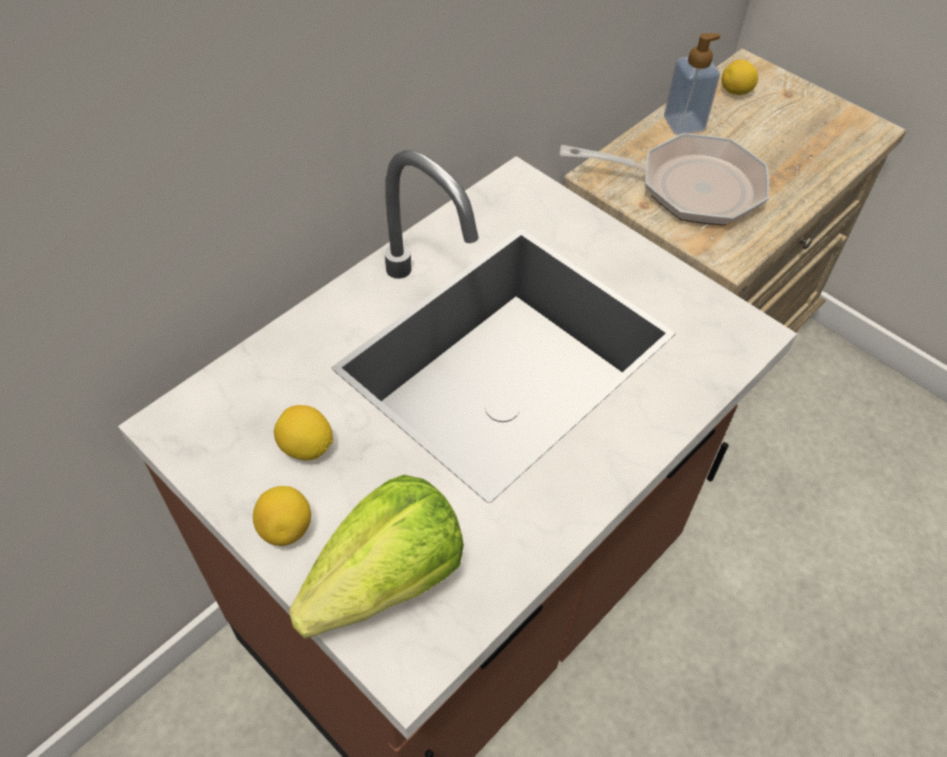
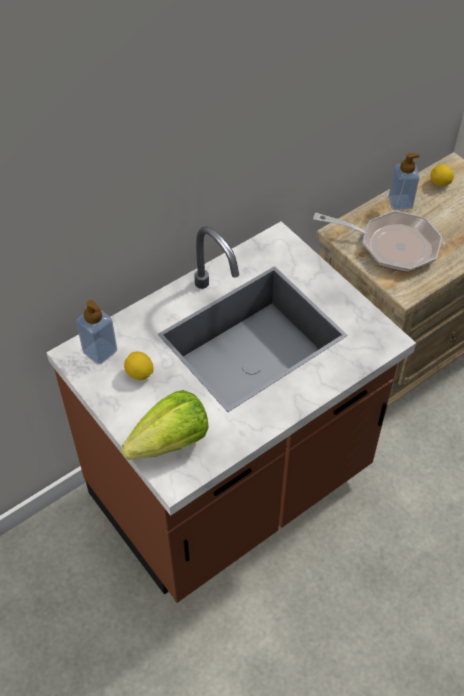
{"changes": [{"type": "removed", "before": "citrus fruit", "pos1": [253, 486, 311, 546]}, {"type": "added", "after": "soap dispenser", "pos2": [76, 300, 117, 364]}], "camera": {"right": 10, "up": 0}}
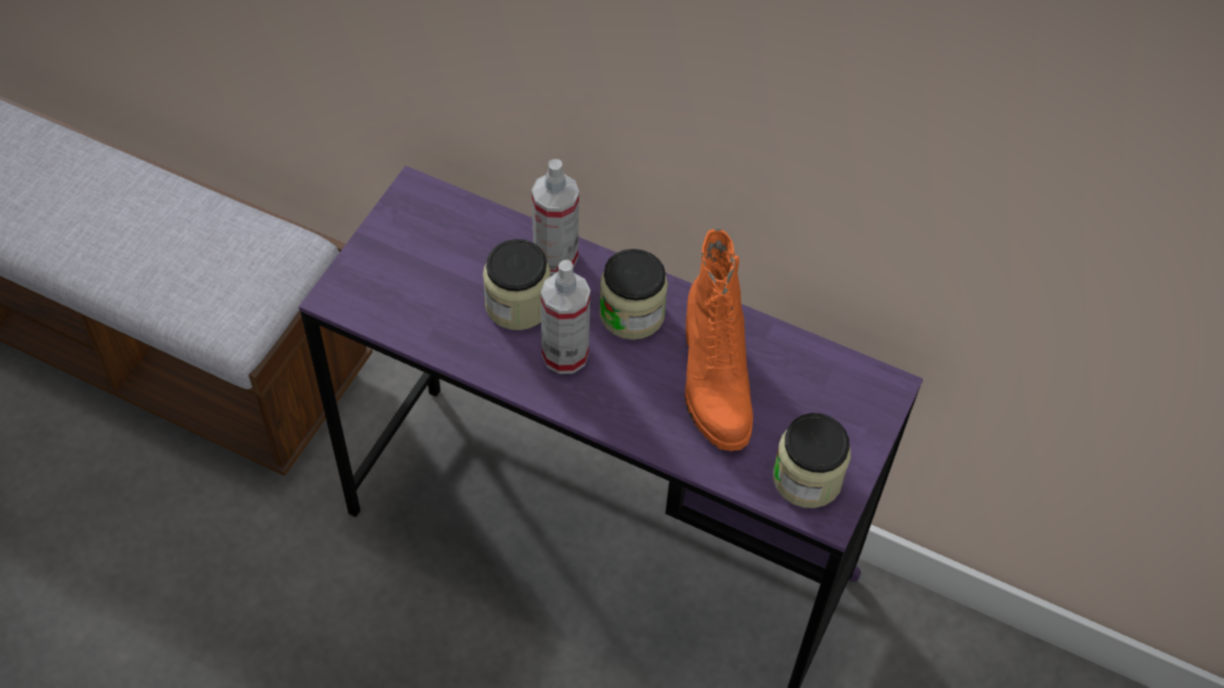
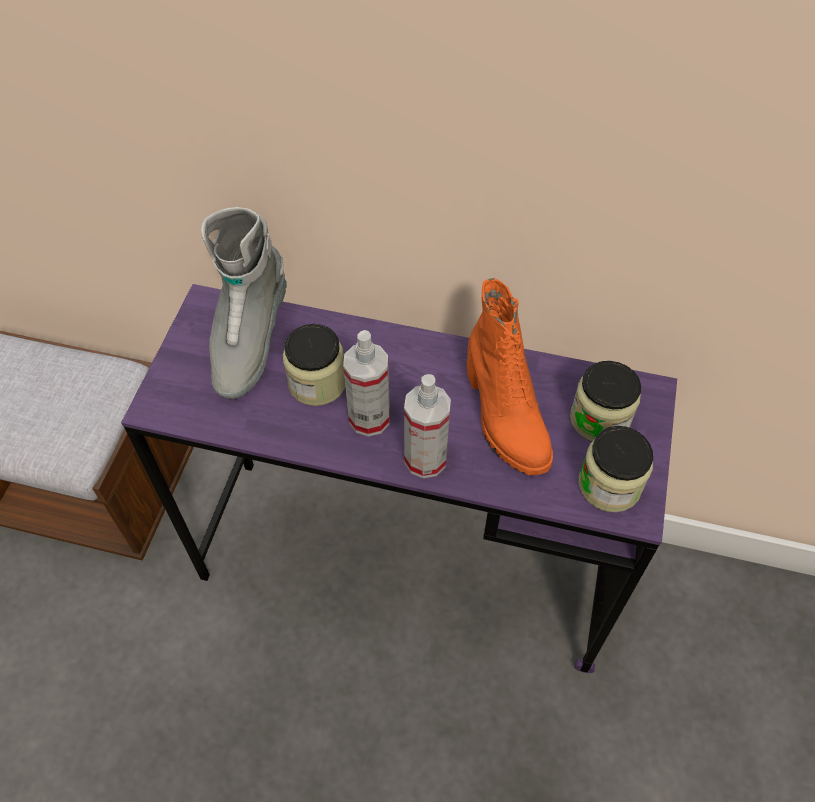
{"changes": [{"type": "moved", "before": "sprayer", "pos1": [532, 159, 579, 275], "pos2": [404, 374, 451, 478]}, {"type": "moved", "before": "storage jar", "pos1": [599, 249, 668, 340], "pos2": [570, 361, 641, 442]}, {"type": "added", "after": "gray high-top boot", "pos2": [201, 207, 287, 399]}], "camera": {"right": -10, "up": 0}}
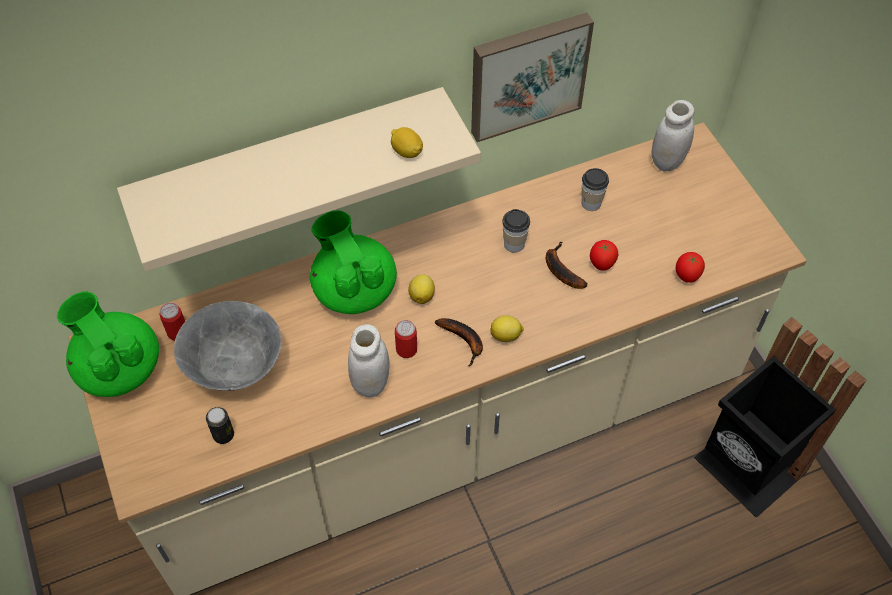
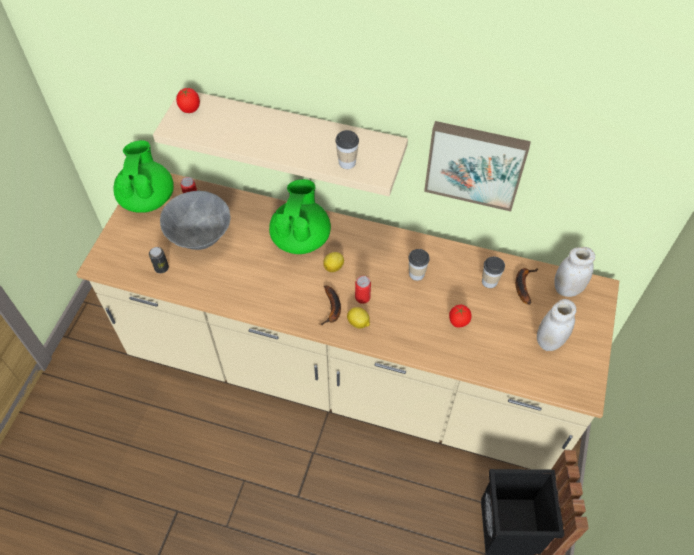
{"changes": [{"type": "replaced", "before": "citrus fruit", "after": "small cup", "pos1": [391, 127, 423, 158], "pos2": [335, 130, 359, 169]}, {"type": "moved", "before": "banana fruit", "pos1": [546, 241, 588, 289], "pos2": [515, 268, 538, 305]}, {"type": "moved", "before": "whole tomato", "pos1": [676, 252, 705, 283], "pos2": [176, 88, 200, 113]}, {"type": "moved", "before": "can", "pos1": [395, 320, 417, 358], "pos2": [355, 276, 371, 304]}, {"type": "moved", "before": "white storage jar", "pos1": [348, 324, 389, 398], "pos2": [537, 299, 576, 351]}], "camera": {"right": 40, "up": 0}}
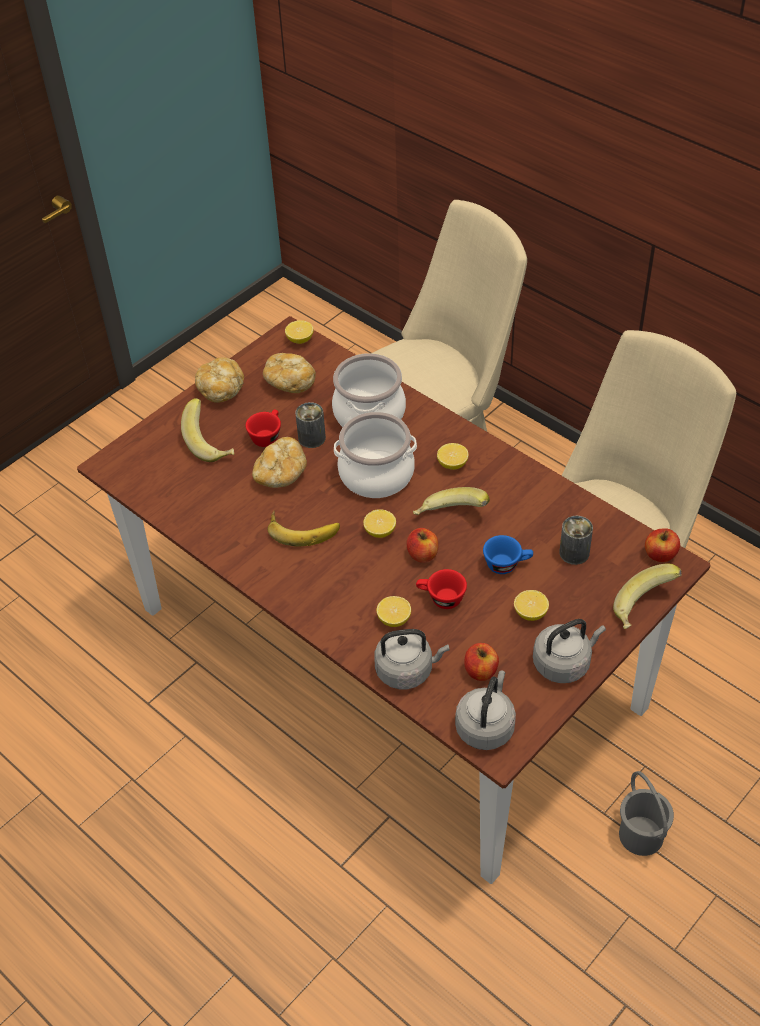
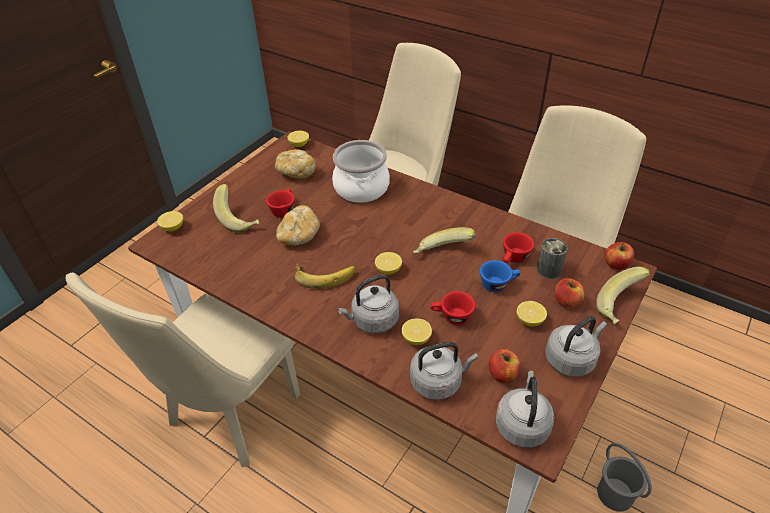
{"changes": [{"type": "removed", "before": "bakery bread", "pos1": [195, 357, 244, 403]}, {"type": "removed", "before": "can", "pos1": [295, 402, 326, 448]}, {"type": "removed", "before": "cooking pot", "pos1": [334, 412, 417, 498]}, {"type": "moved", "before": "citrus fruit", "pos1": [437, 443, 469, 470], "pos2": [157, 211, 183, 232]}, {"type": "moved", "before": "apple", "pos1": [406, 528, 439, 563], "pos2": [554, 278, 584, 308]}, {"type": "added", "after": "red small cup", "pos2": [503, 232, 534, 263]}, {"type": "added", "after": "beige plain chair", "pos2": [66, 273, 300, 467]}, {"type": "added", "after": "gray tea kettle", "pos2": [338, 274, 399, 333]}], "camera": {"right": -10, "up": -5}}
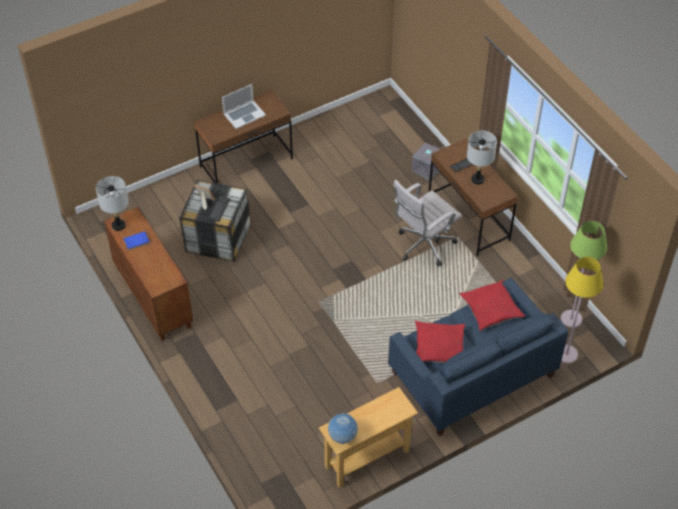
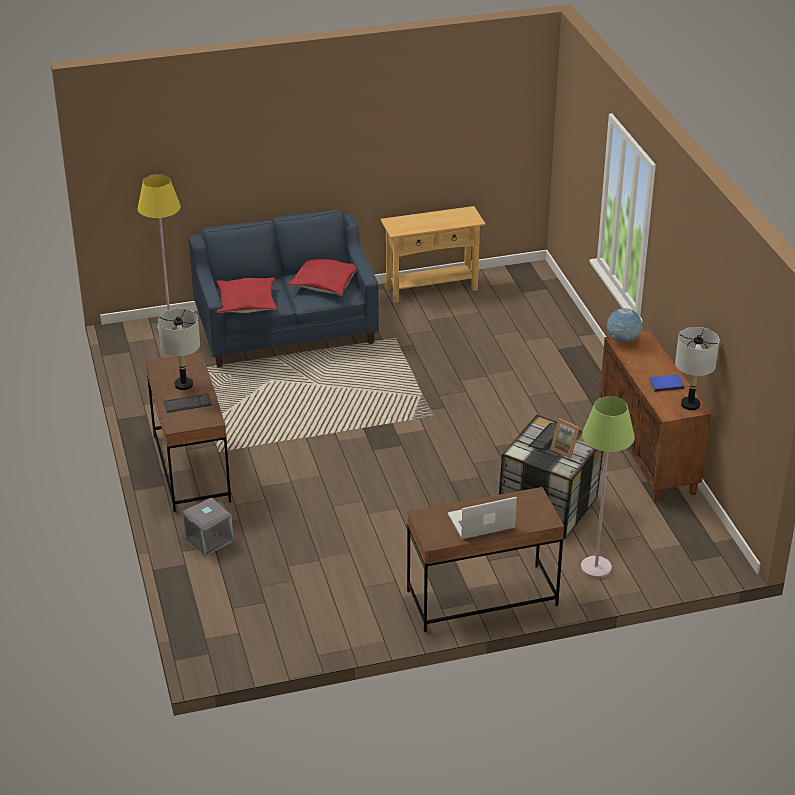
{"changes": [{"type": "removed", "before": "white desk chair", "pos1": [393, 180, 462, 267]}, {"type": "moved", "before": "green standard lamp", "pos1": [561, 221, 607, 328], "pos2": [581, 396, 635, 578]}, {"type": "moved", "before": "desk globe", "pos1": [328, 413, 358, 444], "pos2": [607, 308, 642, 343]}], "camera": {"right": -165, "up": -15}}
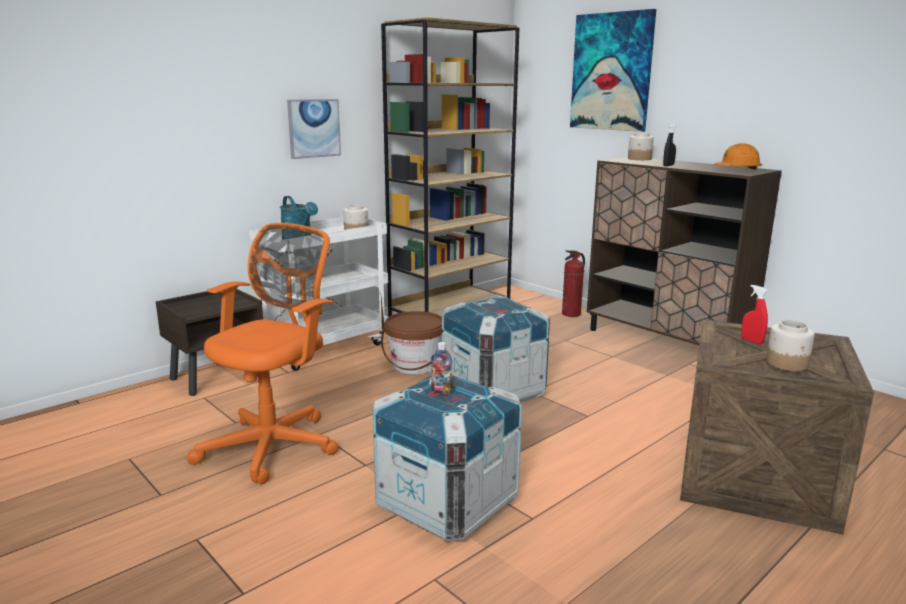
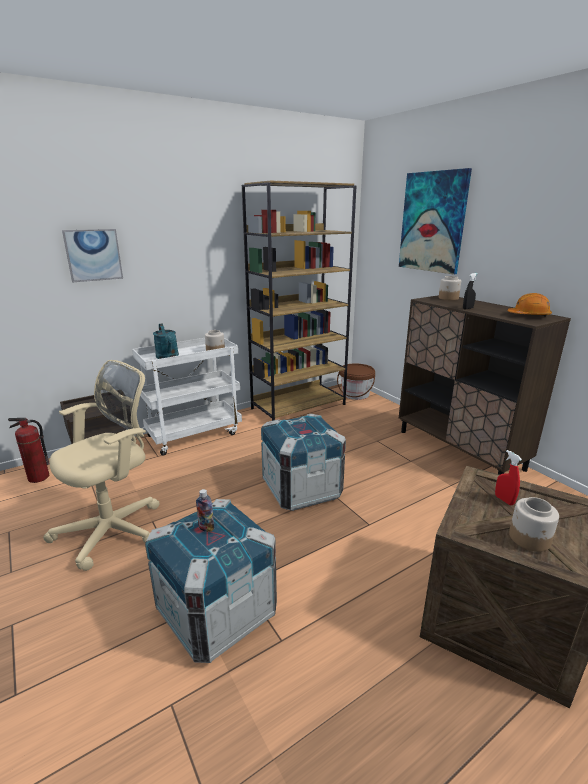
{"changes": [{"type": "moved", "before": "wall picture", "pos1": [287, 99, 341, 159], "pos2": [62, 229, 123, 282]}, {"type": "recoloured", "before": "orangey desk chair", "after": "beige desk chair", "pos1": [186, 223, 339, 484], "pos2": [43, 360, 159, 571]}, {"type": "moved", "before": "fire extinguisher", "pos1": [562, 250, 585, 317], "pos2": [8, 418, 49, 483]}, {"type": "moved", "before": "brownish pail", "pos1": [381, 311, 443, 374], "pos2": [337, 363, 375, 400]}], "camera": {"right": 10, "up": 5}}
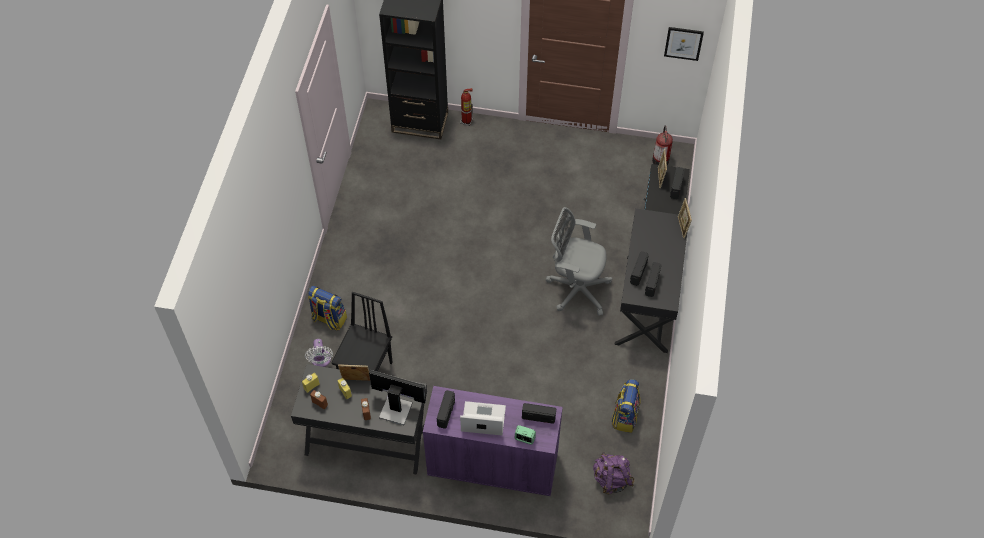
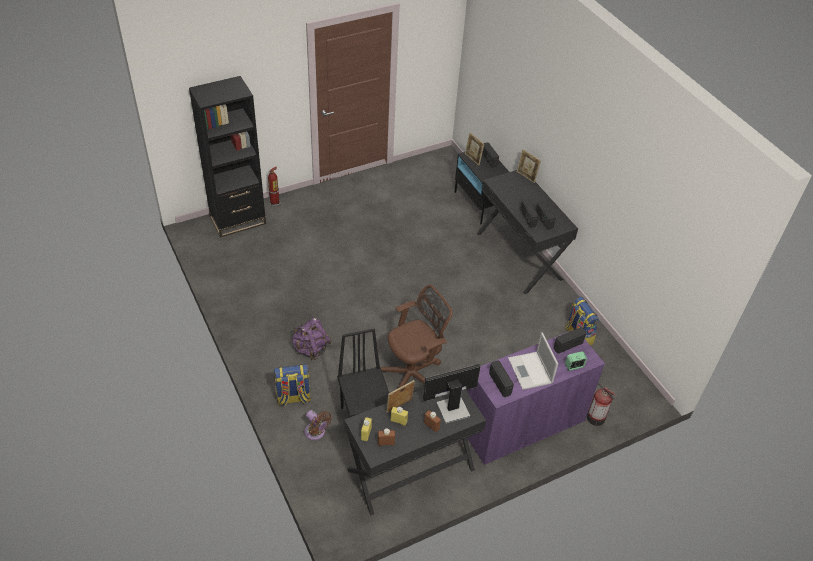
{"changes": [{"type": "removed", "before": "wall picture", "pos1": [664, 27, 704, 61]}, {"type": "moved", "before": "fire extinguisher", "pos1": [652, 125, 673, 165], "pos2": [587, 383, 616, 426]}, {"type": "removed", "before": "gray desk chair", "pos1": [546, 207, 612, 316]}, {"type": "recoloured", "before": "white electric fan", "after": "brownish electric fan", "pos1": [305, 339, 333, 367], "pos2": [304, 410, 332, 440]}, {"type": "turned", "before": "notebook computer", "pos1": [460, 401, 506, 436], "pos2": [508, 332, 558, 390], "turn": -75}, {"type": "moved", "before": "purplish backpack", "pos1": [593, 452, 635, 494], "pos2": [291, 318, 331, 361]}, {"type": "added", "after": "brownish desk chair", "pos2": [375, 285, 453, 388]}], "camera": {"right": -40, "up": -10}}
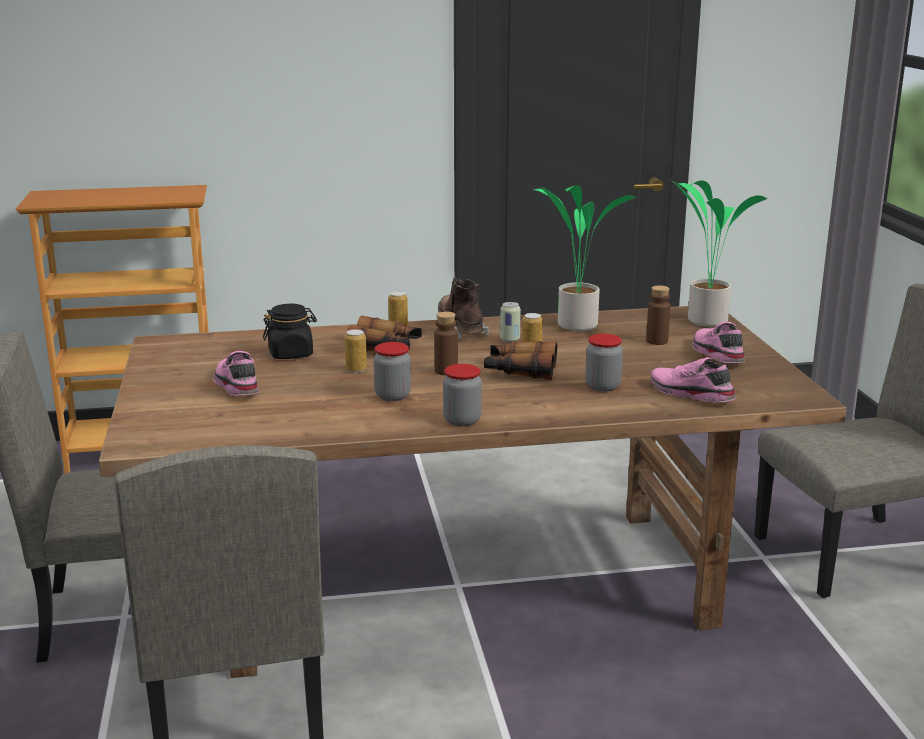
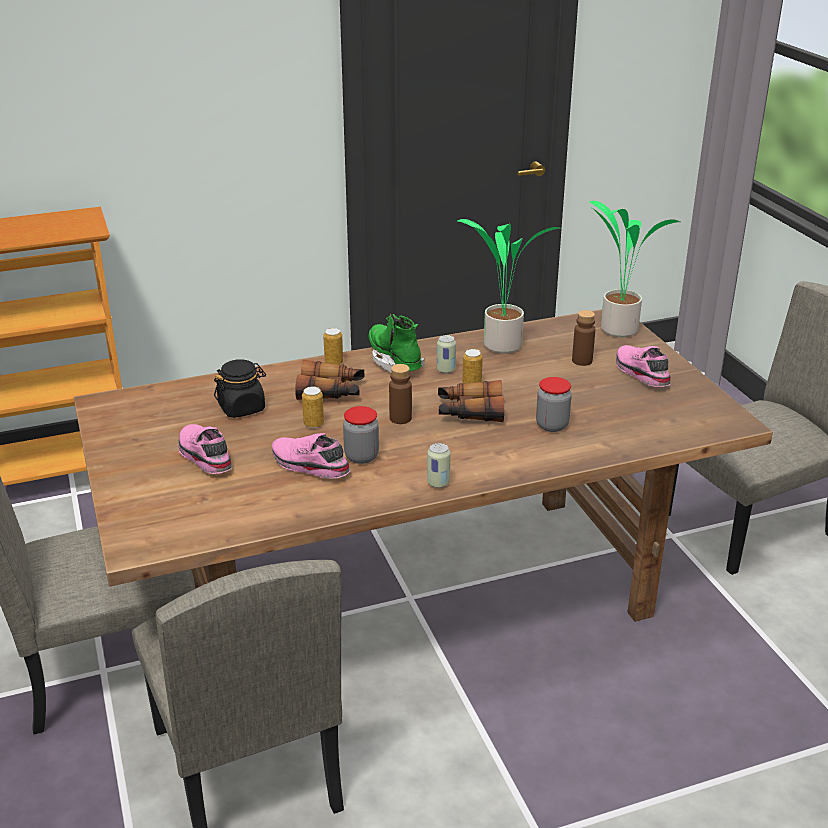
{"changes": [{"type": "recoloured", "before": "brownish high-top boot", "after": "green high-top boot", "pos1": [438, 276, 489, 339], "pos2": [368, 314, 425, 373]}, {"type": "moved", "before": "pink low shoe", "pos1": [651, 357, 736, 402], "pos2": [272, 433, 351, 479]}, {"type": "replaced", "before": "storage jar", "after": "can", "pos1": [443, 364, 482, 427], "pos2": [427, 443, 451, 488]}], "camera": {"right": -10, "up": 10}}
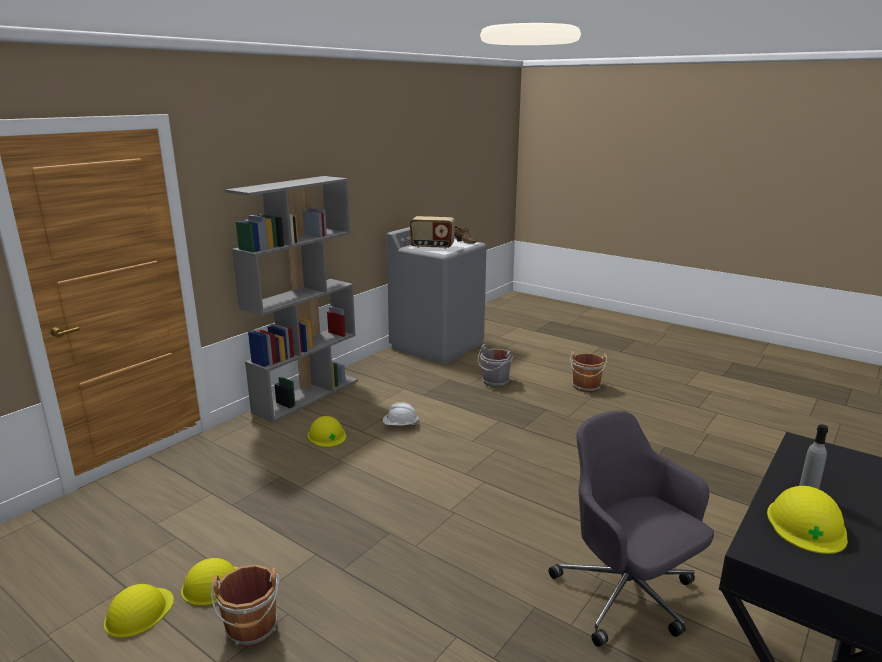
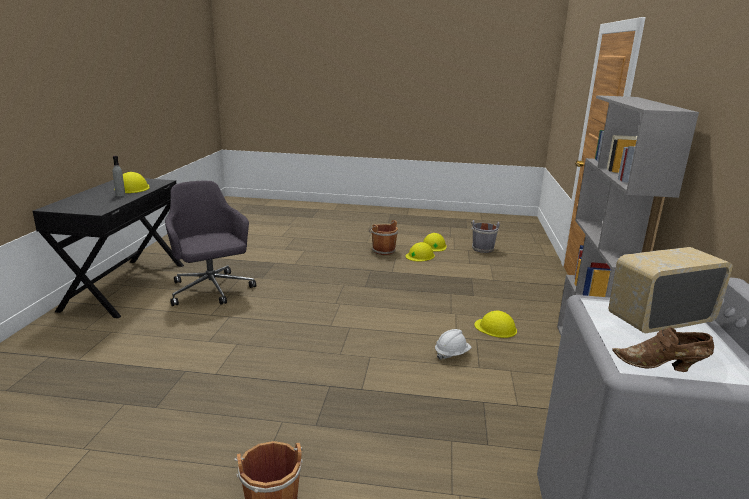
{"changes": [{"type": "moved", "before": "gray pail", "pos1": [478, 344, 513, 387], "pos2": [471, 220, 500, 253]}, {"type": "turned", "before": "gray desk chair", "pos1": [549, 410, 714, 647], "pos2": [165, 180, 256, 306], "turn": -150}], "camera": {"right": 150, "up": 0}}
